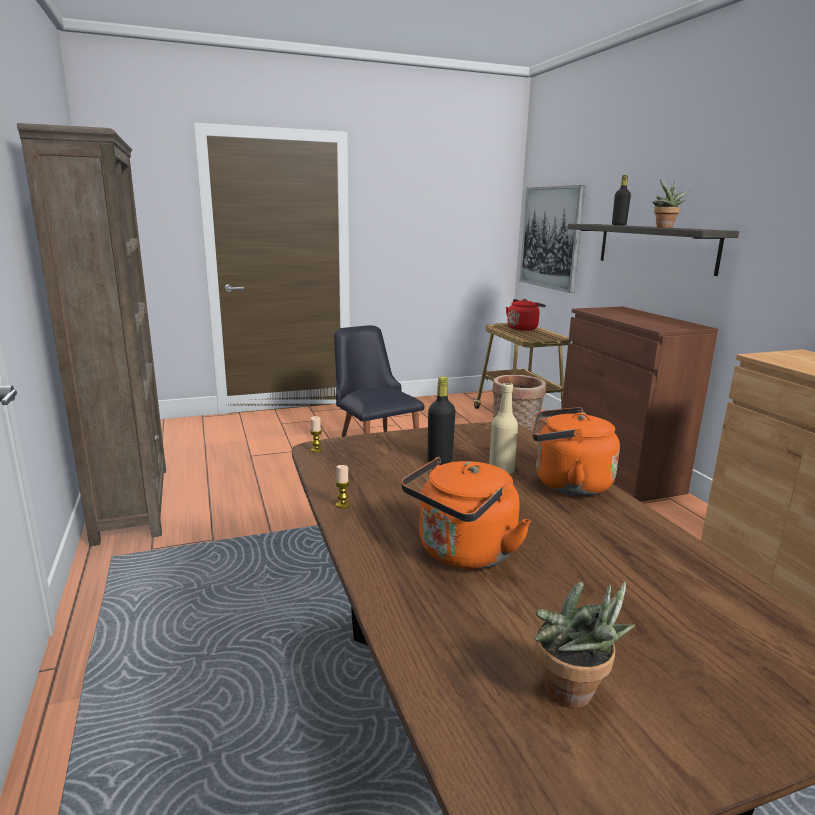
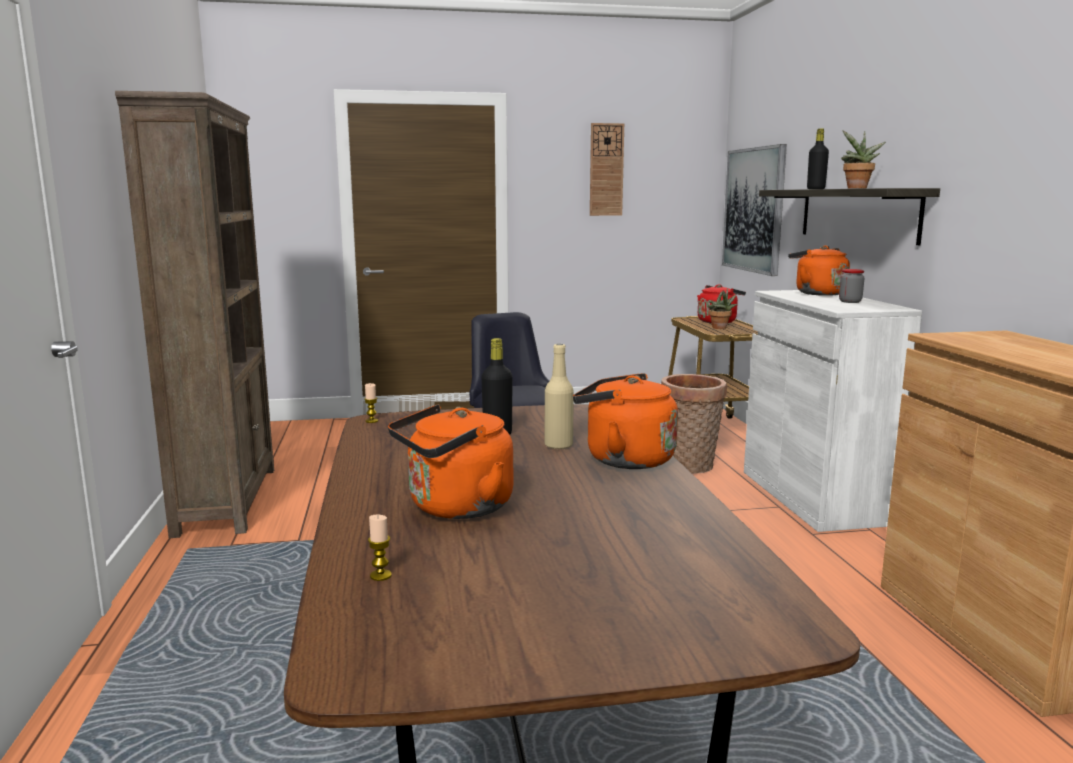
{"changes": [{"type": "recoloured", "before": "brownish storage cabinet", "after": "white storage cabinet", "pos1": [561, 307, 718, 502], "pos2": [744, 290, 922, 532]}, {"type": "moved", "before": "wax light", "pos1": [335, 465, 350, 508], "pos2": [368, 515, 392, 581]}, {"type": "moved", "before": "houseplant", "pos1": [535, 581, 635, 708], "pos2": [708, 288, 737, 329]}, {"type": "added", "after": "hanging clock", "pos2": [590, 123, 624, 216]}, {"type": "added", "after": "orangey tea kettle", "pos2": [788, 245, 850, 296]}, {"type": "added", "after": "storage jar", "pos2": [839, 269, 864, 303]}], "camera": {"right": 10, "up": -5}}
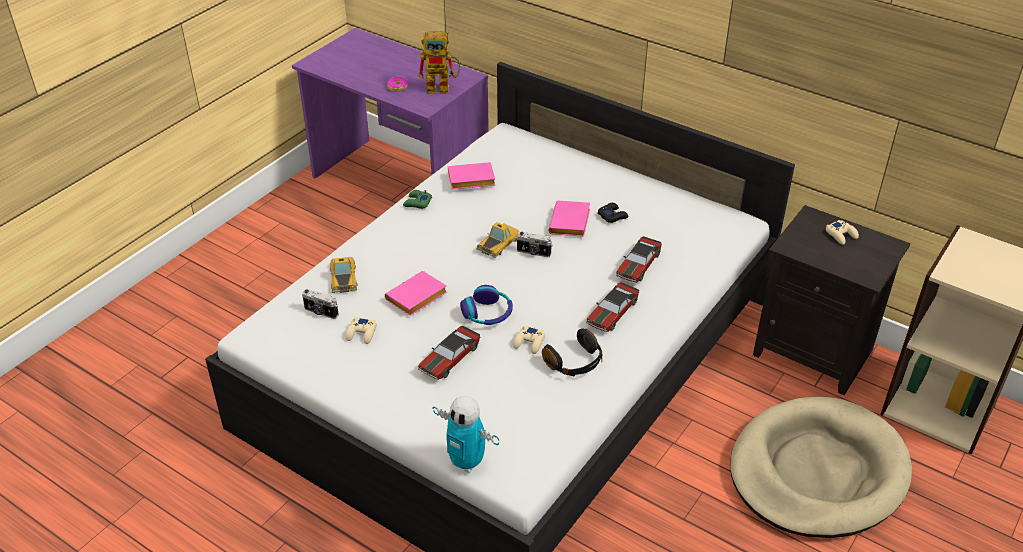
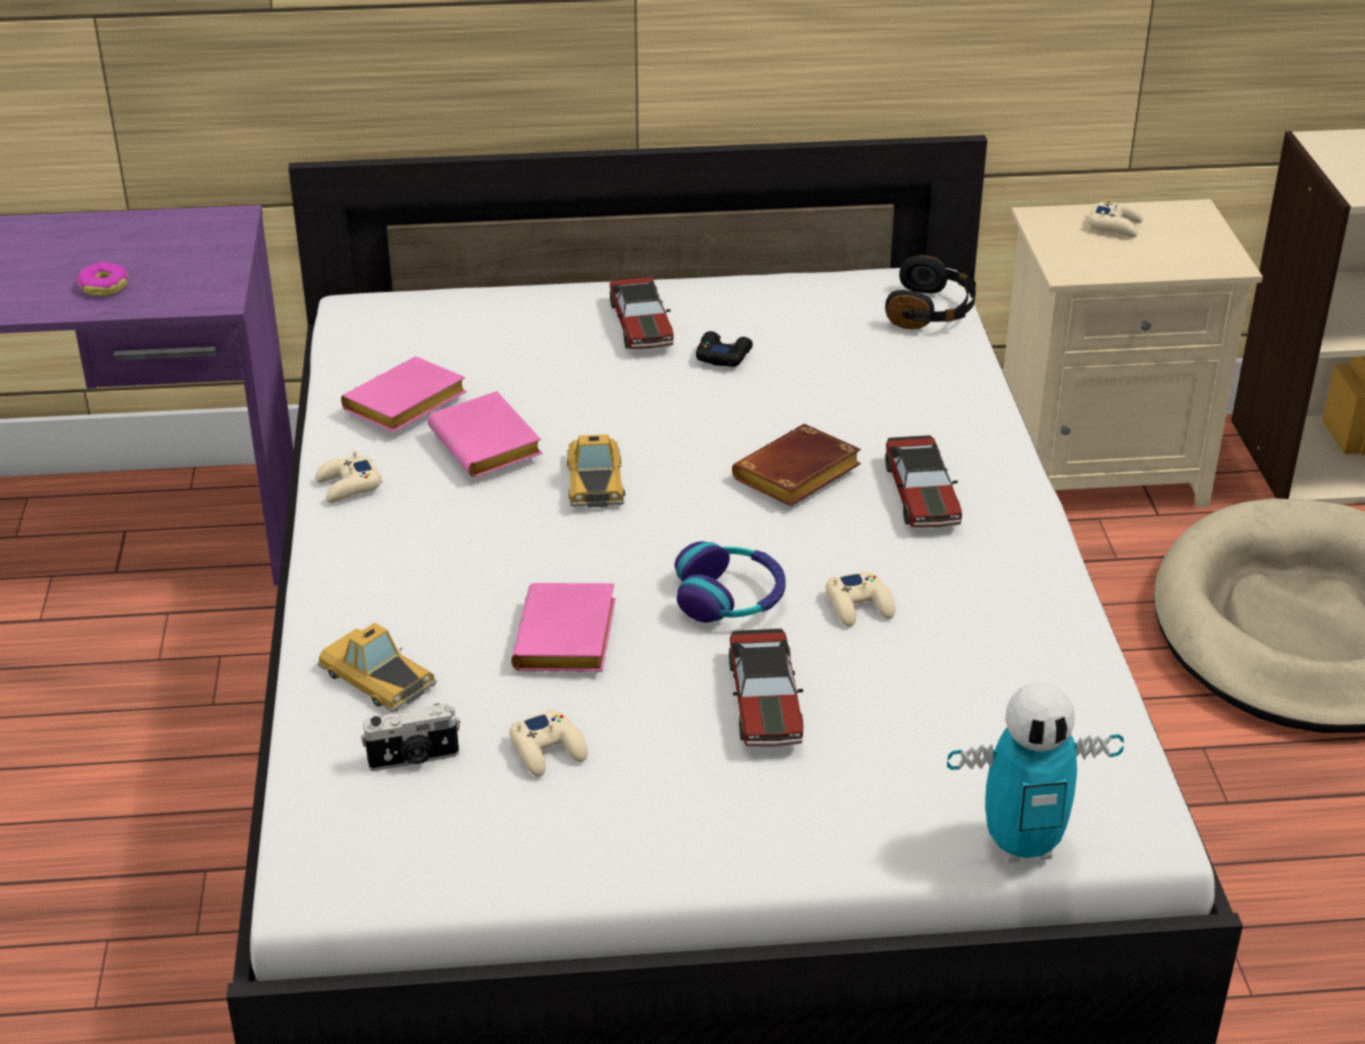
{"changes": [{"type": "removed", "before": "robot figure", "pos1": [418, 31, 460, 94]}, {"type": "recoloured", "before": "green game controller", "after": "beige game controller", "pos1": [403, 190, 432, 209], "pos2": [315, 451, 383, 503]}, {"type": "moved", "before": "pink book", "pos1": [549, 201, 590, 237], "pos2": [428, 391, 542, 477]}, {"type": "recoloured", "before": "blackish nightstand", "after": "beige nightstand", "pos1": [753, 205, 910, 395], "pos2": [1003, 199, 1263, 507]}, {"type": "removed", "before": "photo camera", "pos1": [516, 232, 553, 257]}, {"type": "moved", "before": "toy car", "pos1": [616, 236, 662, 283], "pos2": [610, 275, 674, 349]}, {"type": "moved", "before": "blackish pair of headphones", "pos1": [542, 329, 602, 376], "pos2": [885, 255, 976, 329]}, {"type": "added", "after": "brownish book", "pos2": [732, 424, 861, 506]}], "camera": {"right": -40, "up": -5}}
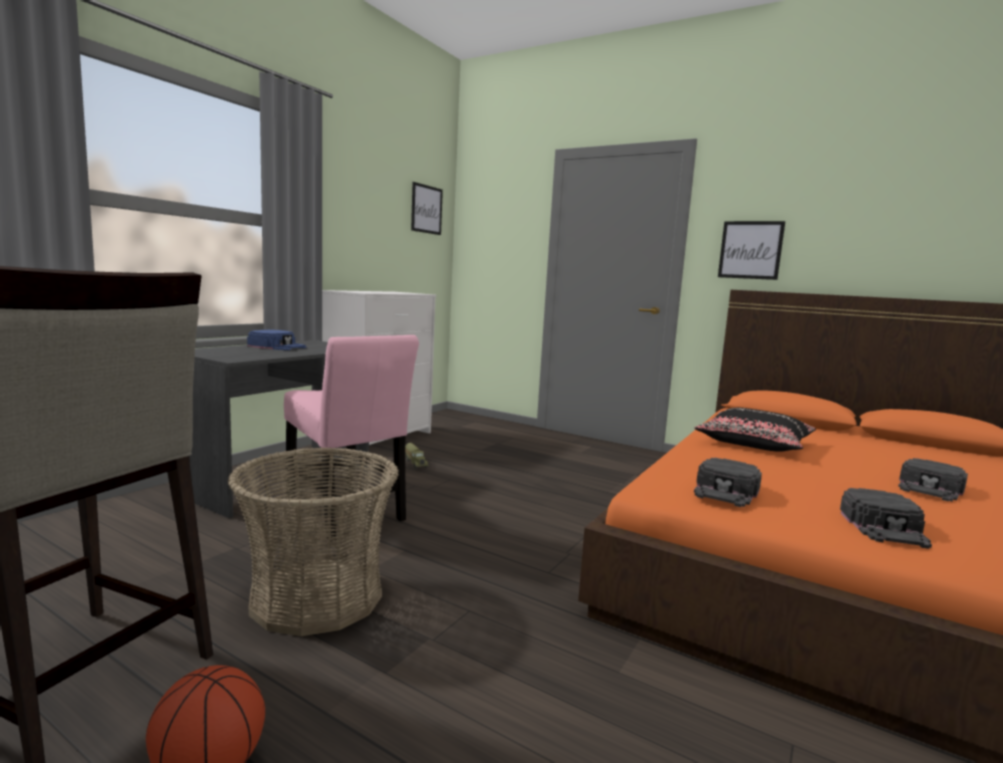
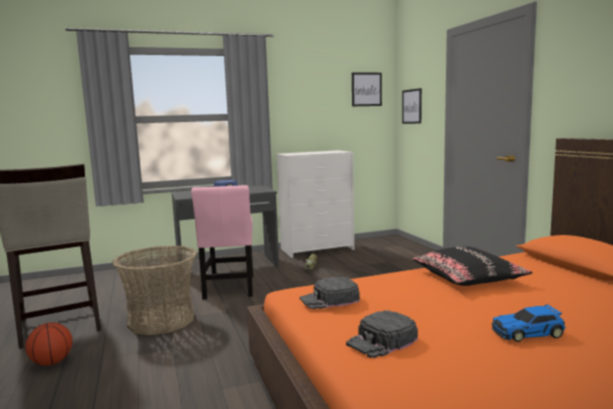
{"changes": [{"type": "moved", "before": "wall picture", "pos1": [718, 221, 785, 280], "pos2": [402, 88, 422, 124]}, {"type": "replaced", "before": "blackish baseball cap", "after": "toy car", "pos1": [898, 458, 968, 501], "pos2": [492, 304, 566, 342]}], "camera": {"right": 40, "up": 0}}
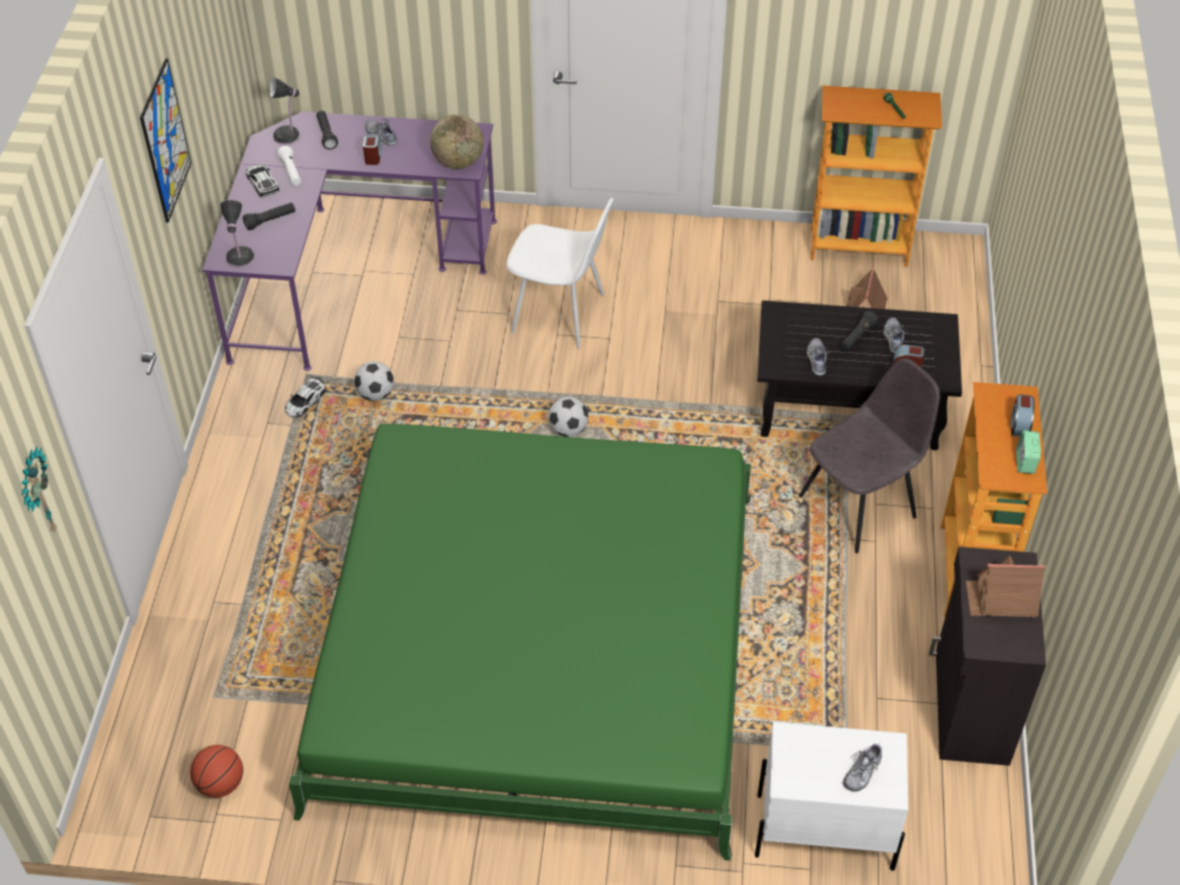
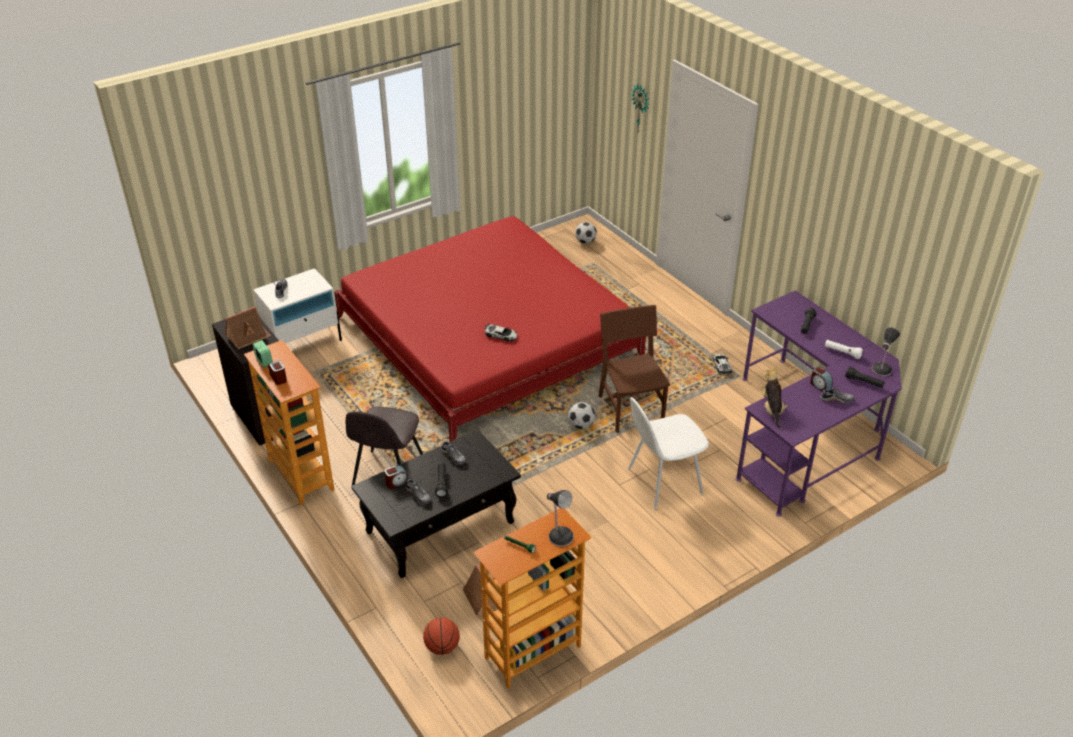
{"changes": [{"type": "removed", "before": "wall picture", "pos1": [140, 58, 192, 223]}, {"type": "replaced", "before": "desk globe", "after": "cuddly toy", "pos1": [430, 114, 484, 169], "pos2": [762, 366, 788, 429]}, {"type": "moved", "before": "toy car", "pos1": [246, 165, 279, 197], "pos2": [485, 324, 517, 341]}, {"type": "moved", "before": "tabletop lamp", "pos1": [221, 200, 255, 267], "pos2": [547, 490, 574, 547]}, {"type": "moved", "before": "ball for football", "pos1": [354, 361, 394, 401], "pos2": [575, 222, 597, 244]}, {"type": "recoloured", "before": "green sleeping bed", "after": "red sleeping bed", "pos1": [289, 424, 751, 861], "pos2": [334, 216, 646, 442]}, {"type": "moved", "before": "basketball", "pos1": [190, 745, 243, 798], "pos2": [423, 618, 460, 655]}, {"type": "added", "after": "brownish plain chair", "pos2": [599, 305, 670, 433]}], "camera": {"right": 140, "up": -10}}
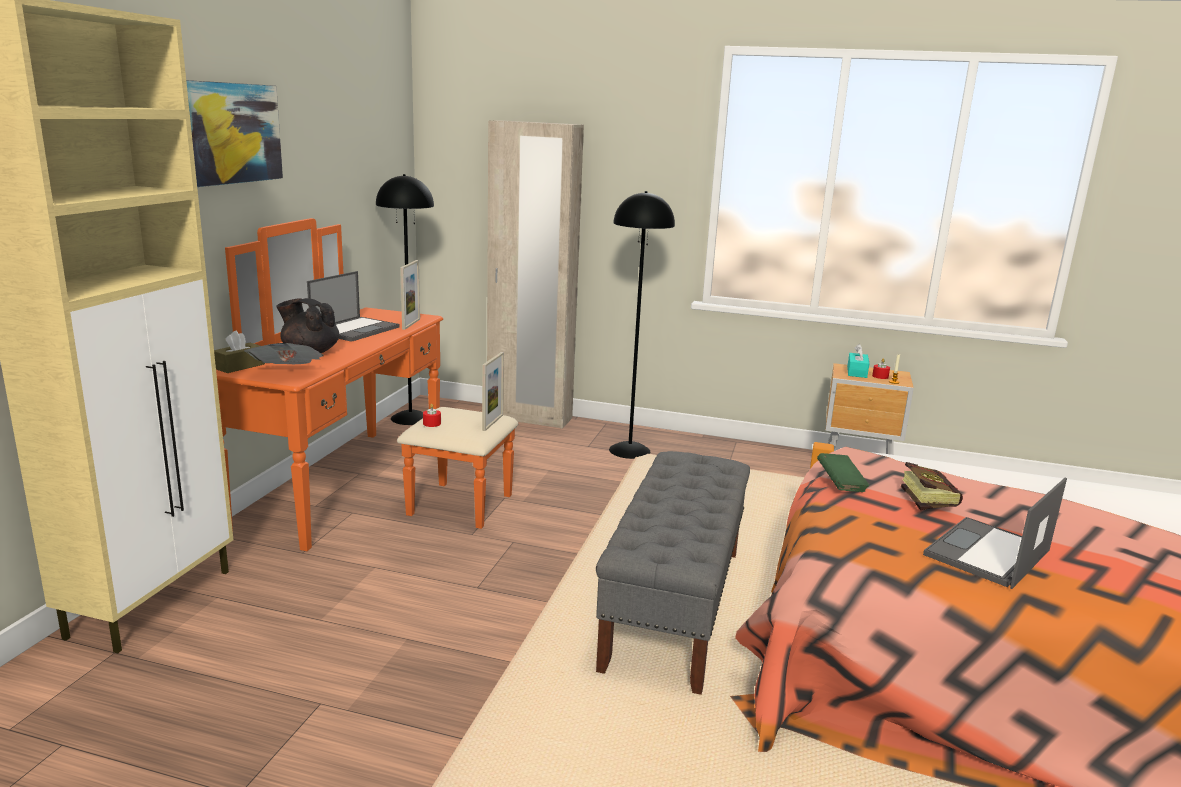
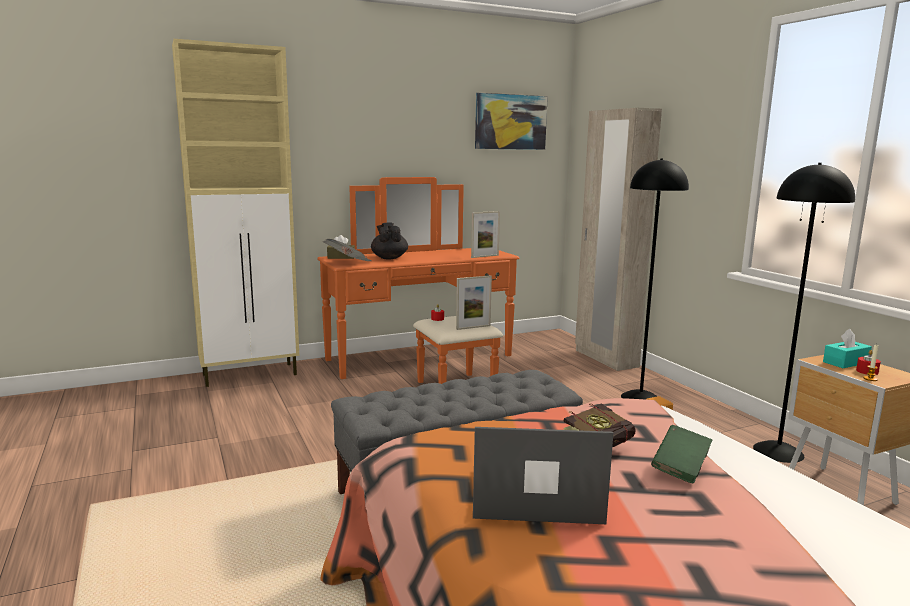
{"changes": [{"type": "moved", "before": "wall picture", "pos1": [186, 80, 283, 187], "pos2": [475, 93, 548, 150]}, {"type": "moved", "before": "blackish standard lamp", "pos1": [376, 174, 434, 425], "pos2": [753, 163, 855, 463]}, {"type": "removed", "before": "notebook computer", "pos1": [307, 271, 400, 342]}, {"type": "moved", "before": "green book", "pos1": [817, 453, 869, 492], "pos2": [651, 425, 712, 483]}], "camera": {"right": 50, "up": -5}}
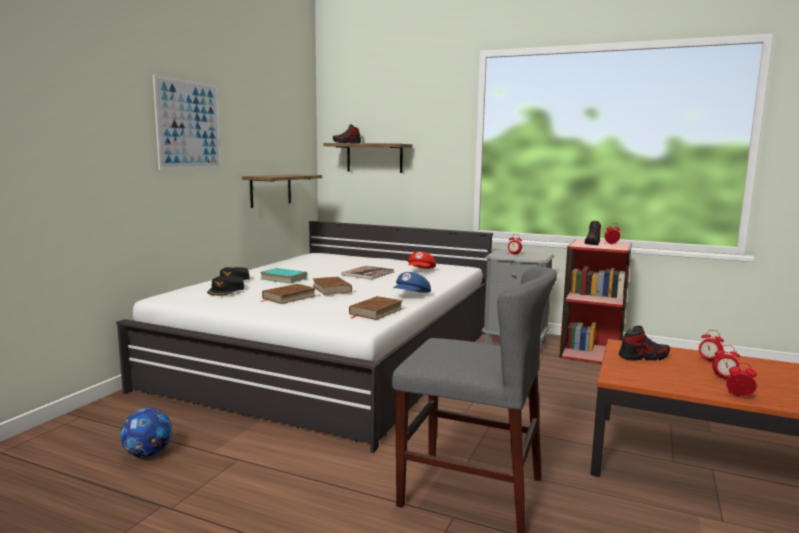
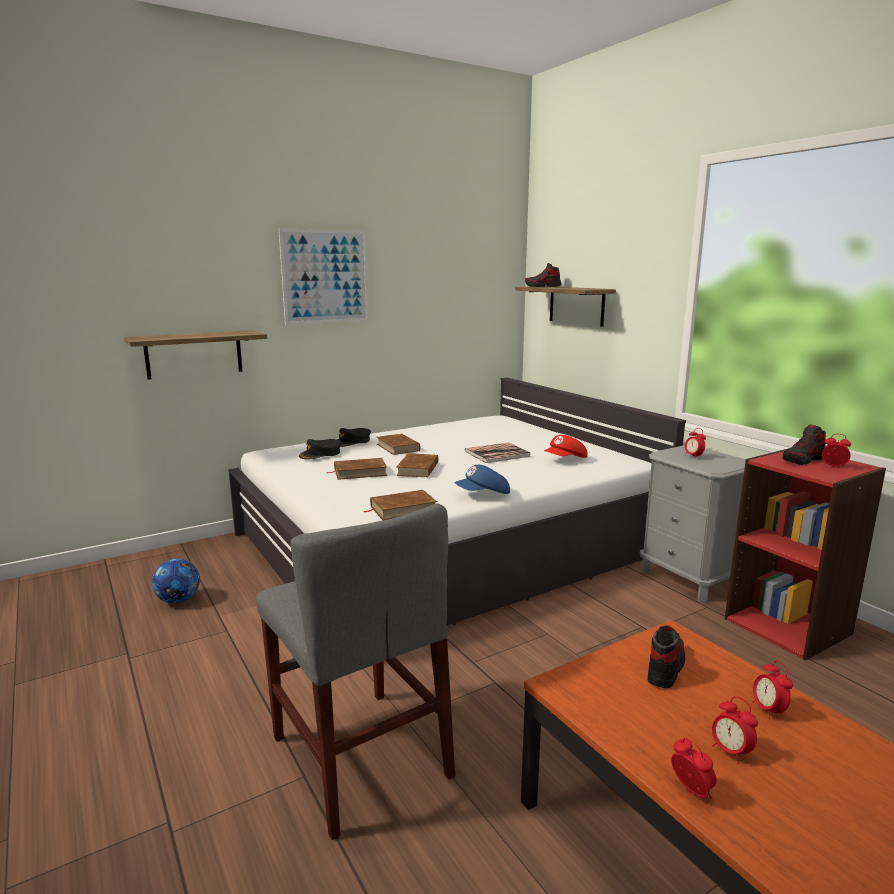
{"changes": [{"type": "moved", "before": "bracket shelf", "pos1": [242, 174, 322, 208], "pos2": [124, 330, 267, 380]}, {"type": "recoloured", "before": "turquoise book", "after": "brownish book", "pos1": [260, 268, 307, 284], "pos2": [377, 433, 420, 455]}, {"type": "turned", "before": "low shoe", "pos1": [619, 326, 670, 361], "pos2": [648, 625, 685, 689], "turn": -90}], "camera": {"right": 35, "up": 5}}
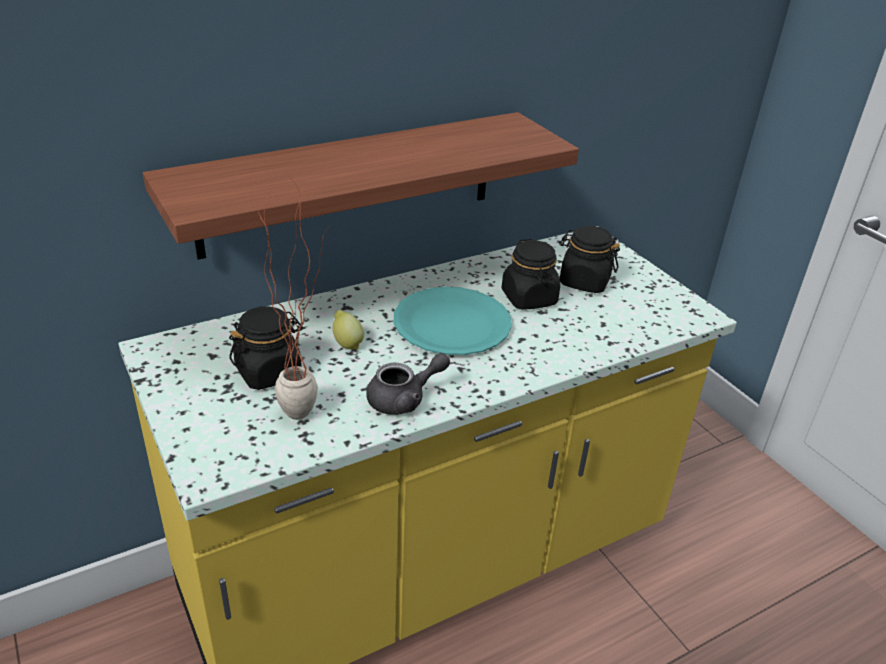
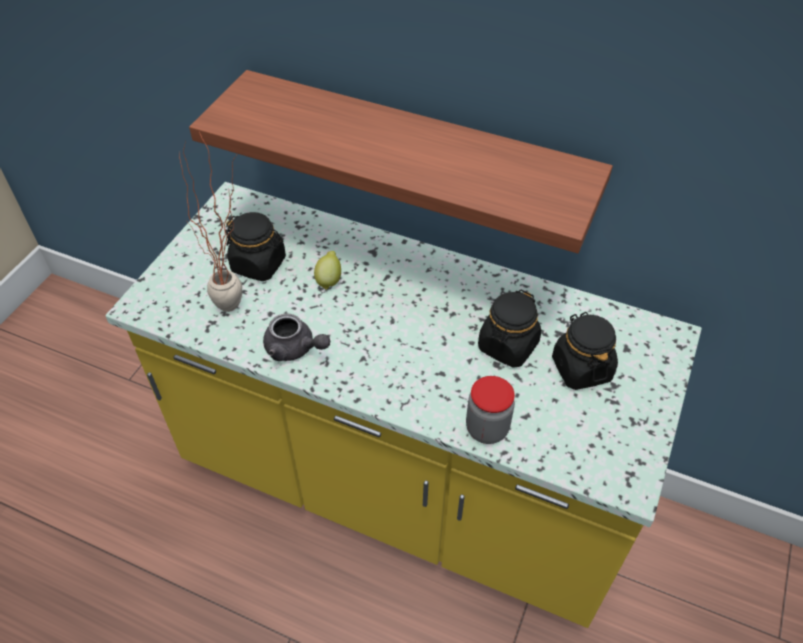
{"changes": [{"type": "removed", "before": "turquoise flat dish", "pos1": [394, 287, 512, 355]}, {"type": "added", "after": "storage jar", "pos2": [466, 376, 515, 444]}], "camera": {"right": 55, "up": 15}}
